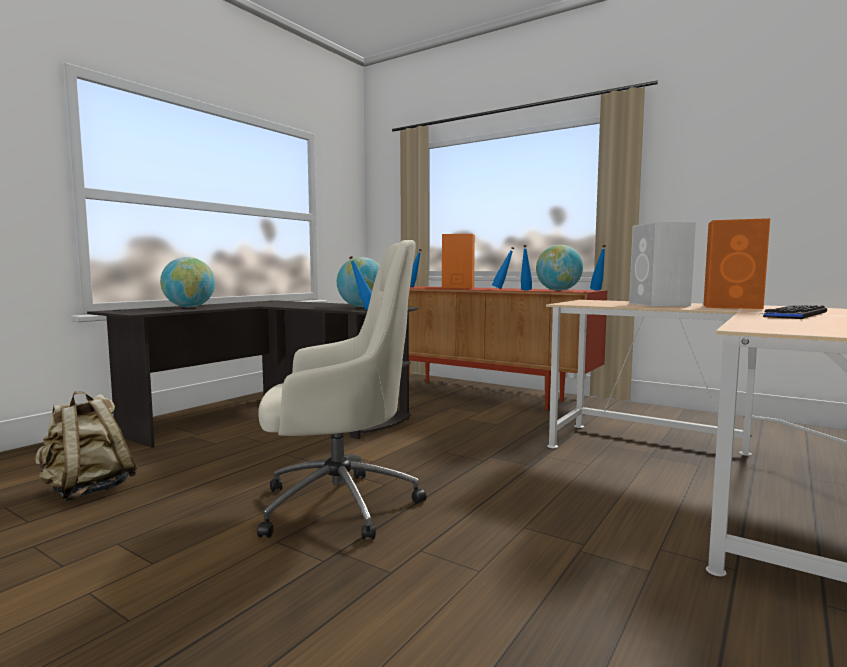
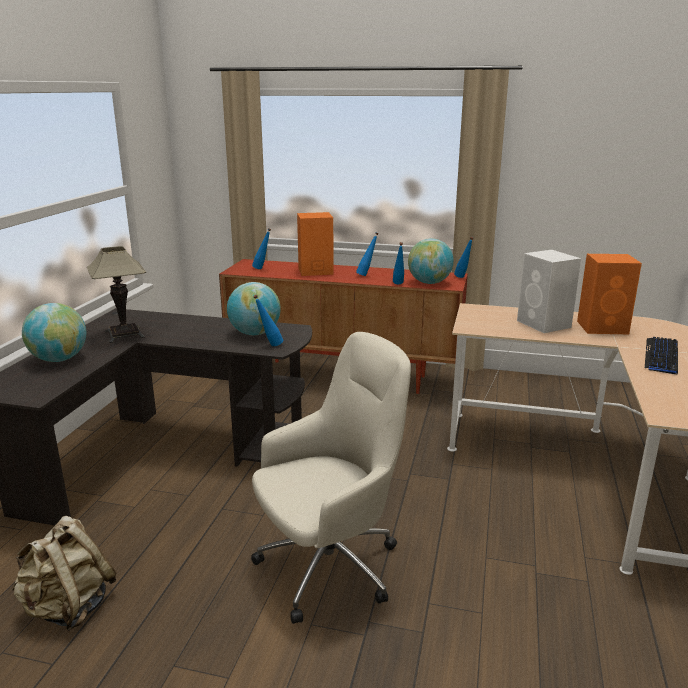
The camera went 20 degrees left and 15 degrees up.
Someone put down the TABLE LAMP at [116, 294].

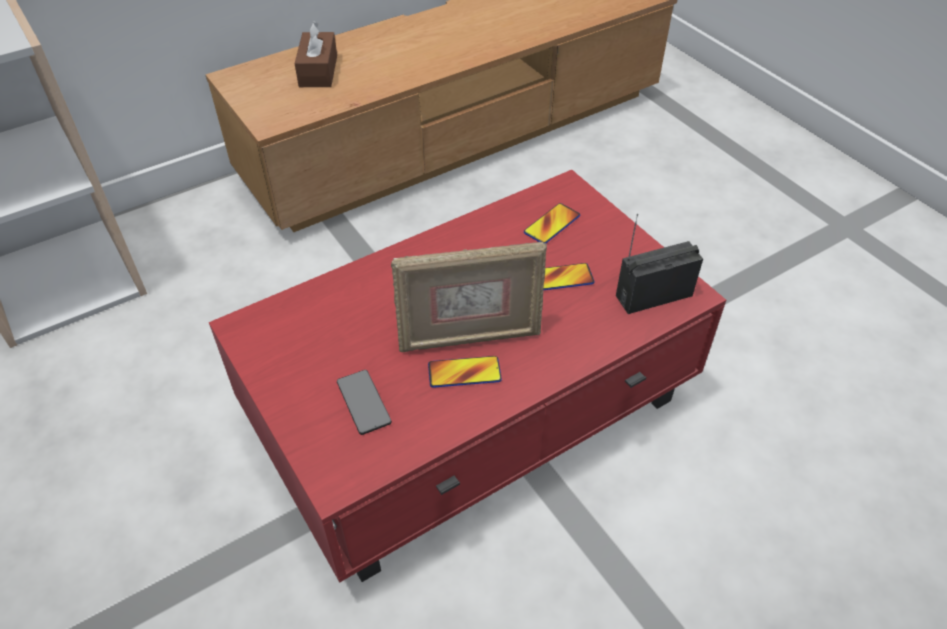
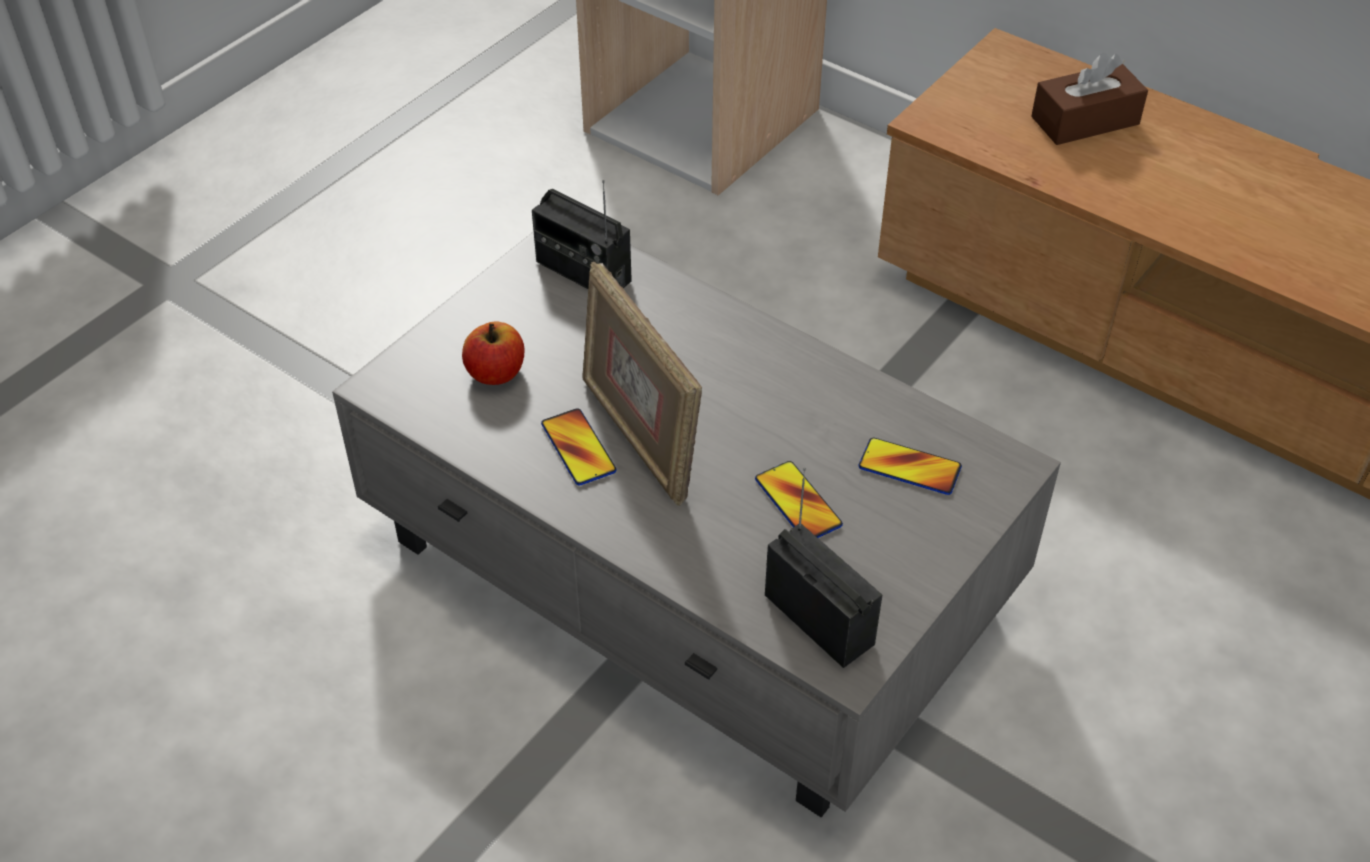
The camera went 70 degrees right and 0 degrees up.
Someone repainted the RED LOW TABLE at [467, 376], which became the GREYISH LOW TABLE at [696, 524].
Someone swapped the PHONE at [364, 402] for the APPLE at [493, 353].
Someone put down the RADIO SET at [582, 234].

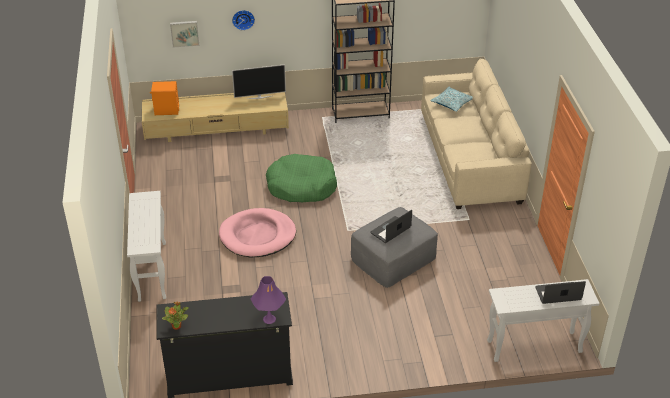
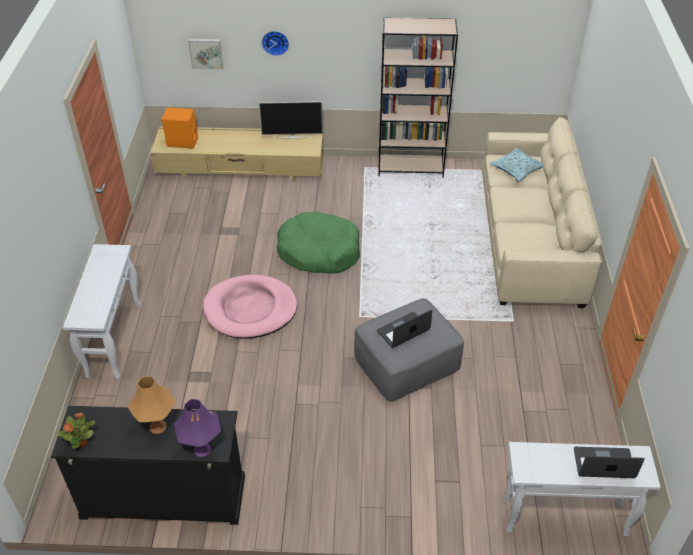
The camera went 10 degrees right and 5 degrees up.
Someone put down the ORANGE TABLE LAMP at [152, 405].

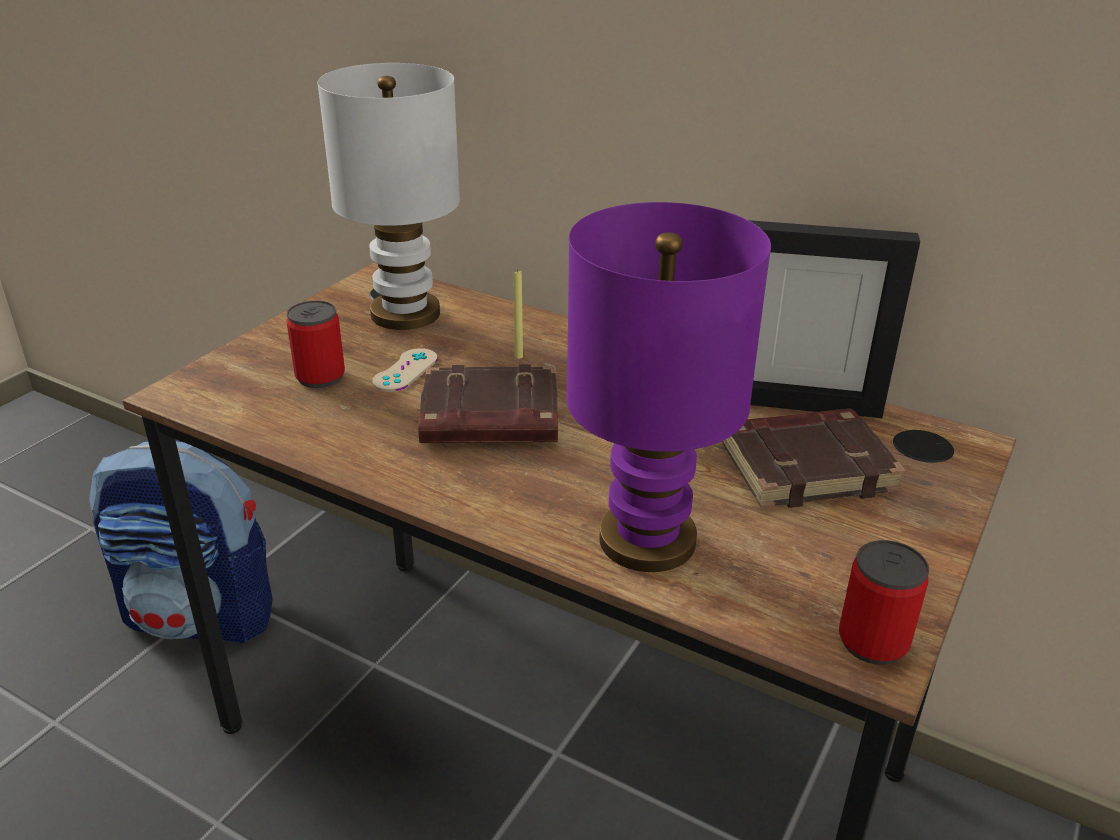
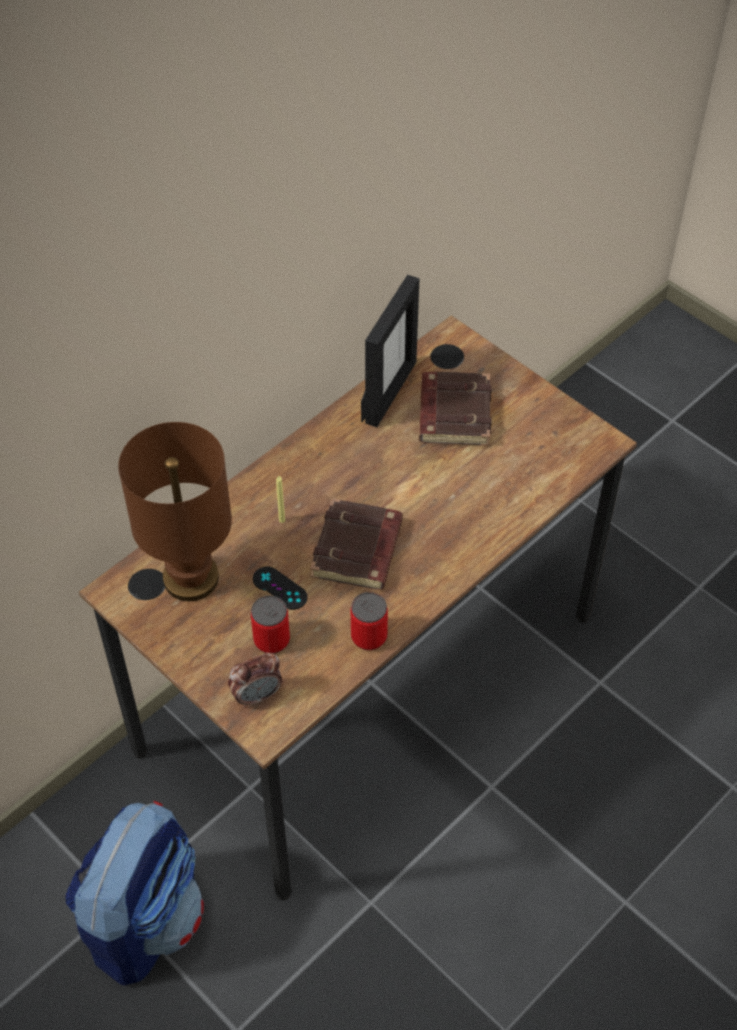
The camera went 75 degrees left and 20 degrees up.
Someone repainted the WHITISH TABLE LAMP at [388, 196], which became the BROWN TABLE LAMP at [175, 511].
Someone took away the PURPLISH TABLE LAMP at [668, 387].
Someone repainted the SAND-COLOURED JOYPAD at [405, 370], which became the BLACK JOYPAD at [280, 588].
Someone carried the CAN from [884, 602] to [369, 621].
Someone put down the ALARM CLOCK at [255, 680].

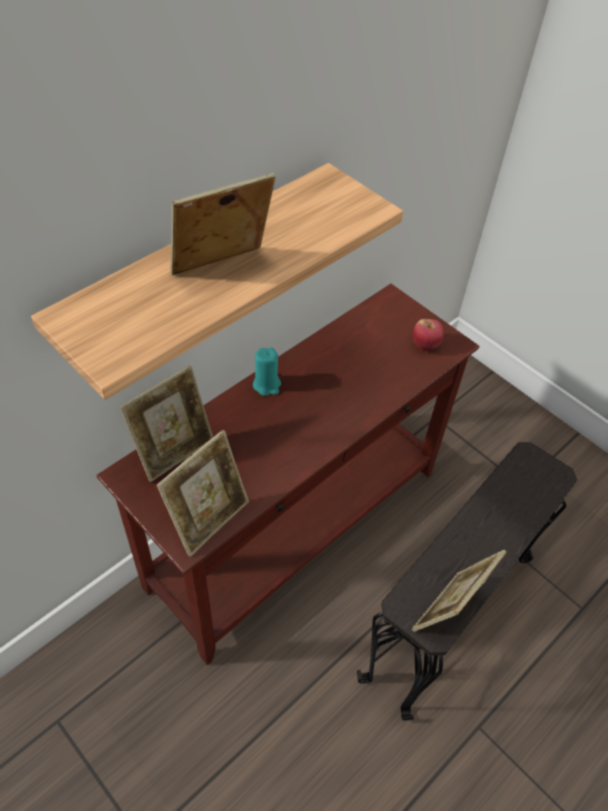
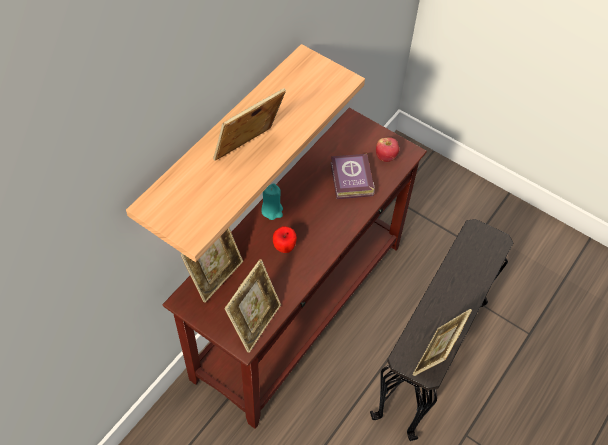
The camera went 10 degrees left and 5 degrees up.
Someone put down the BOUND BOOK at [352, 176].
Someone put down the APPLE at [285, 239].

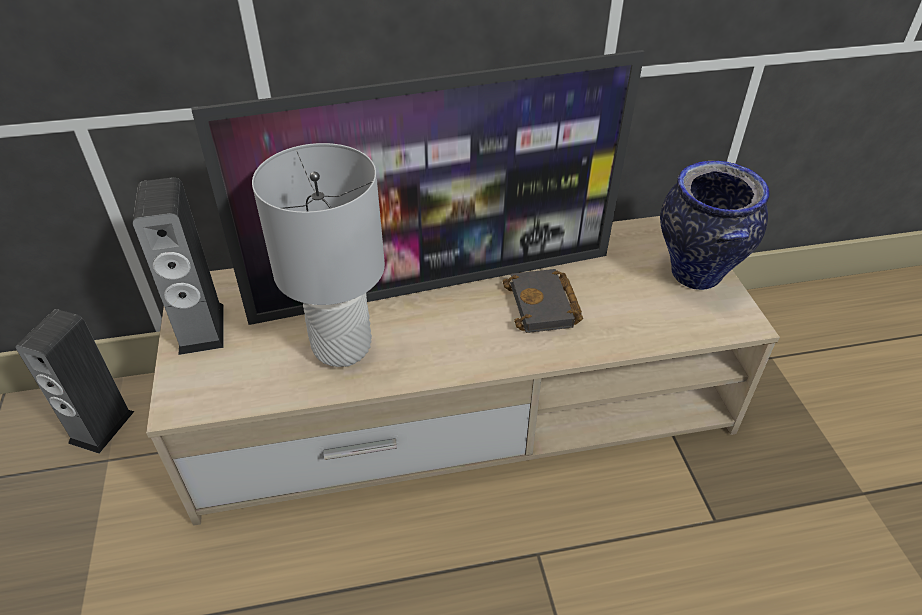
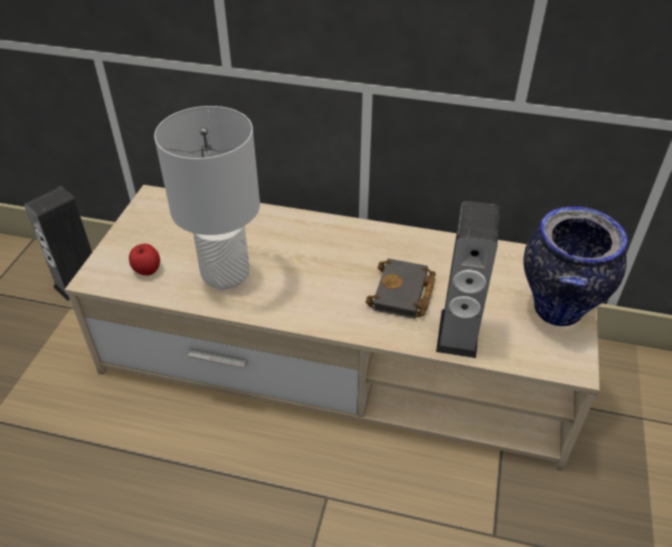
The camera went 25 degrees right and 0 degrees up.
Someone took away the TV at [418, 187].
Someone carried the LOUDSPEAKER from [178, 266] to [468, 279].
Someone put down the APPLE at [144, 260].

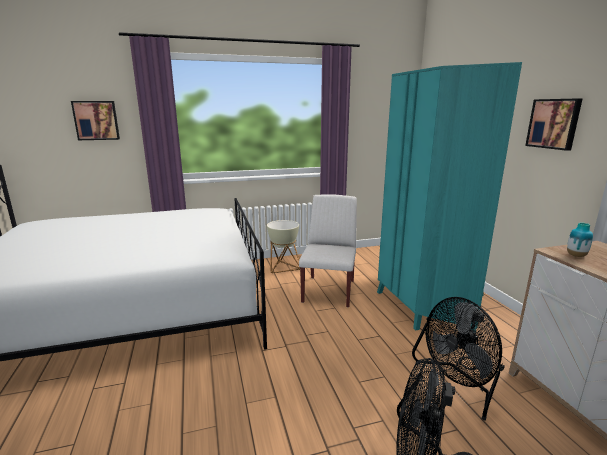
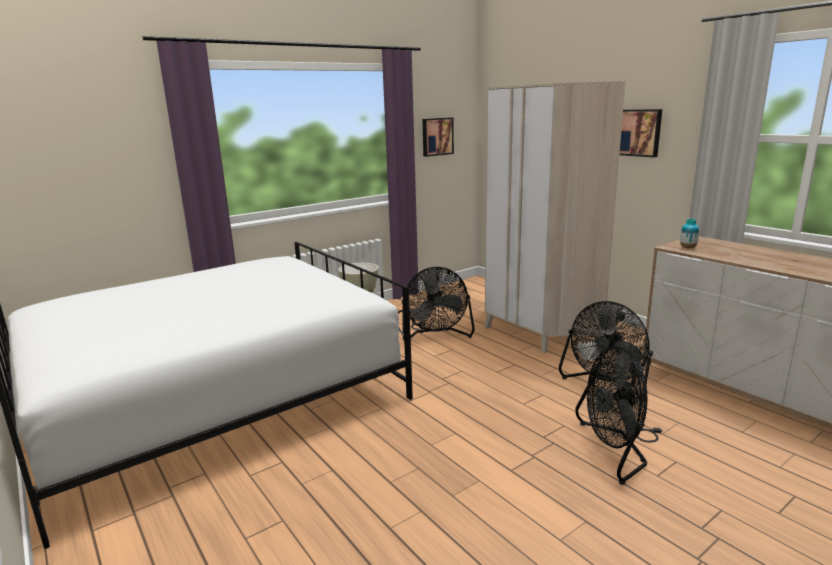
The camera went 20 degrees left and 0 degrees up.
Someone repainted the BLUE-GREEN CLOTHES CUPBOARD at [449, 198], which became the SAND-COLOURED CLOTHES CUPBOARD at [555, 217].
Someone carried the PICTURE from [95, 120] to [438, 137].
Someone swapped the WHITISH UPRIGHT CHAIR at [328, 251] for the BLACK ELECTRIC FAN at [438, 303].

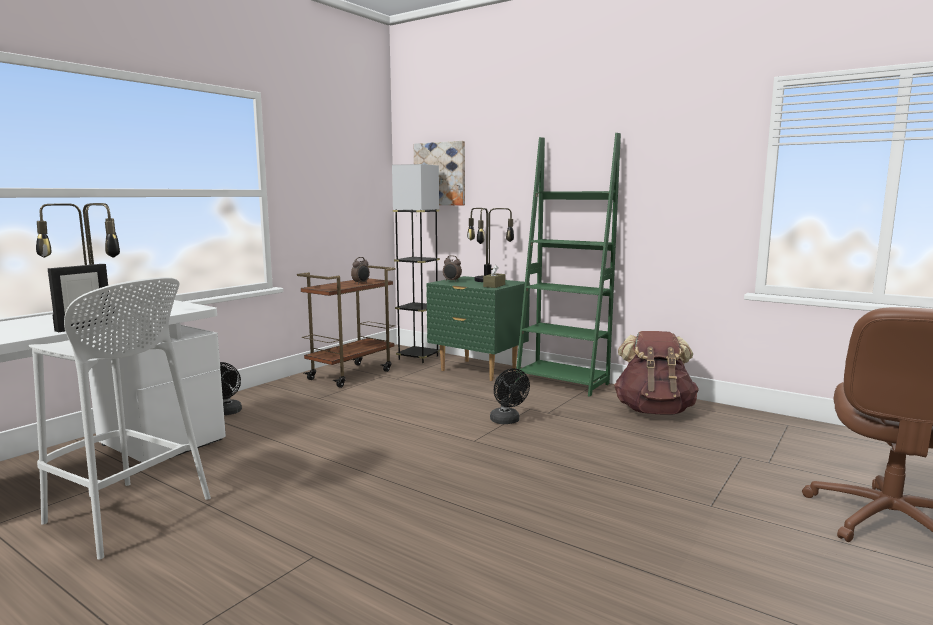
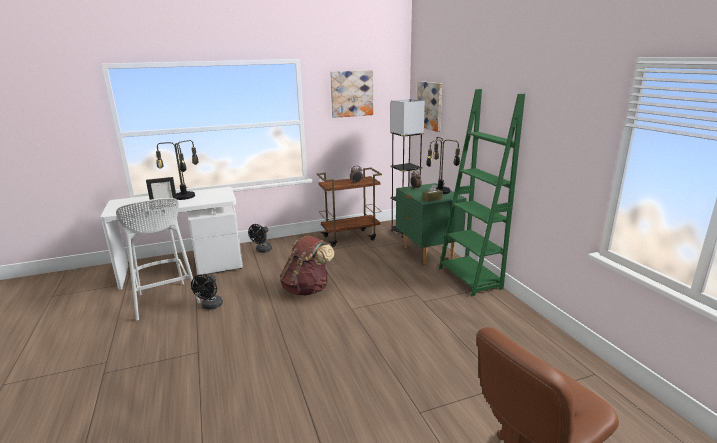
The camera went 35 degrees right and 10 degrees up.
Someone carried the BROWN RUCKSACK from [656, 372] to [307, 265].
Someone carried the BLACK ELECTRIC FAN from [510, 396] to [207, 292].
Someone put up the PICTURE at [351, 94].

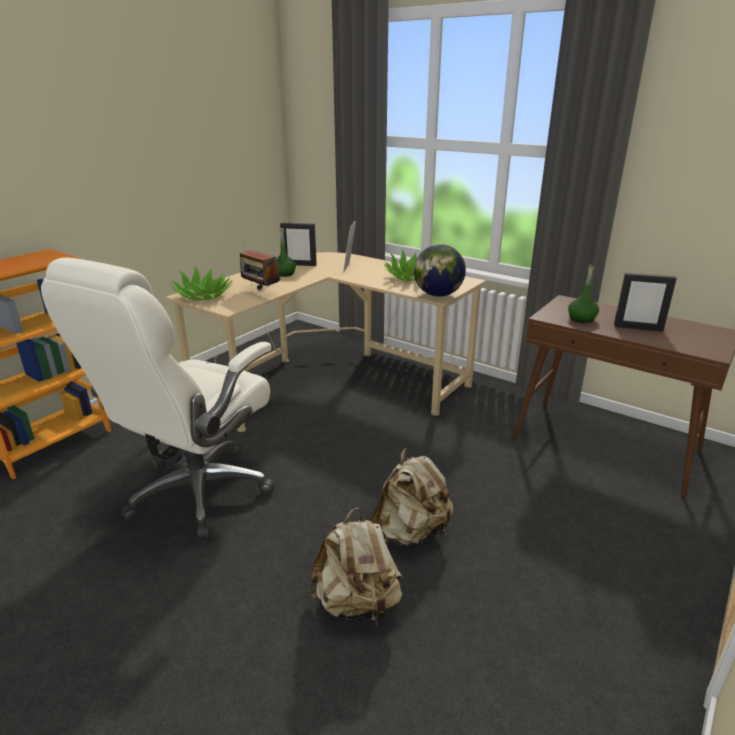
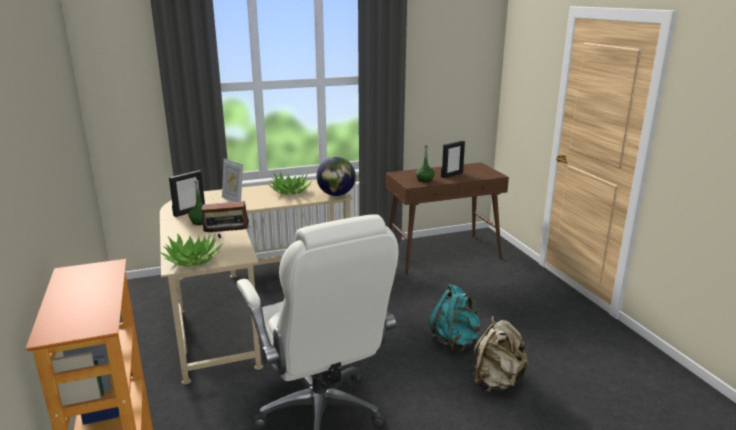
The camera went 55 degrees left and 5 degrees down.
Someone repainted the SAND-COLOURED RUCKSACK at [412, 497], which became the BLUE-GREEN RUCKSACK at [455, 318].

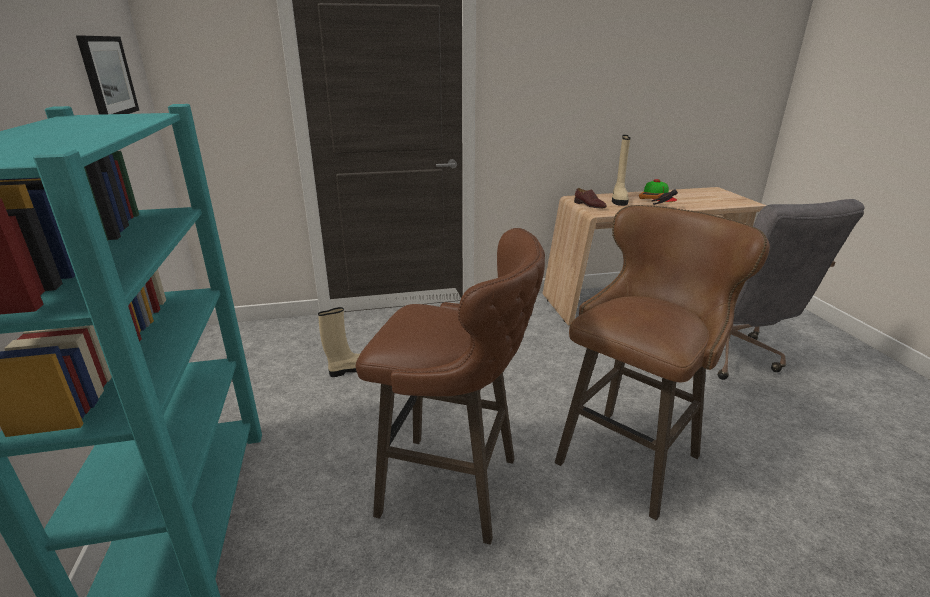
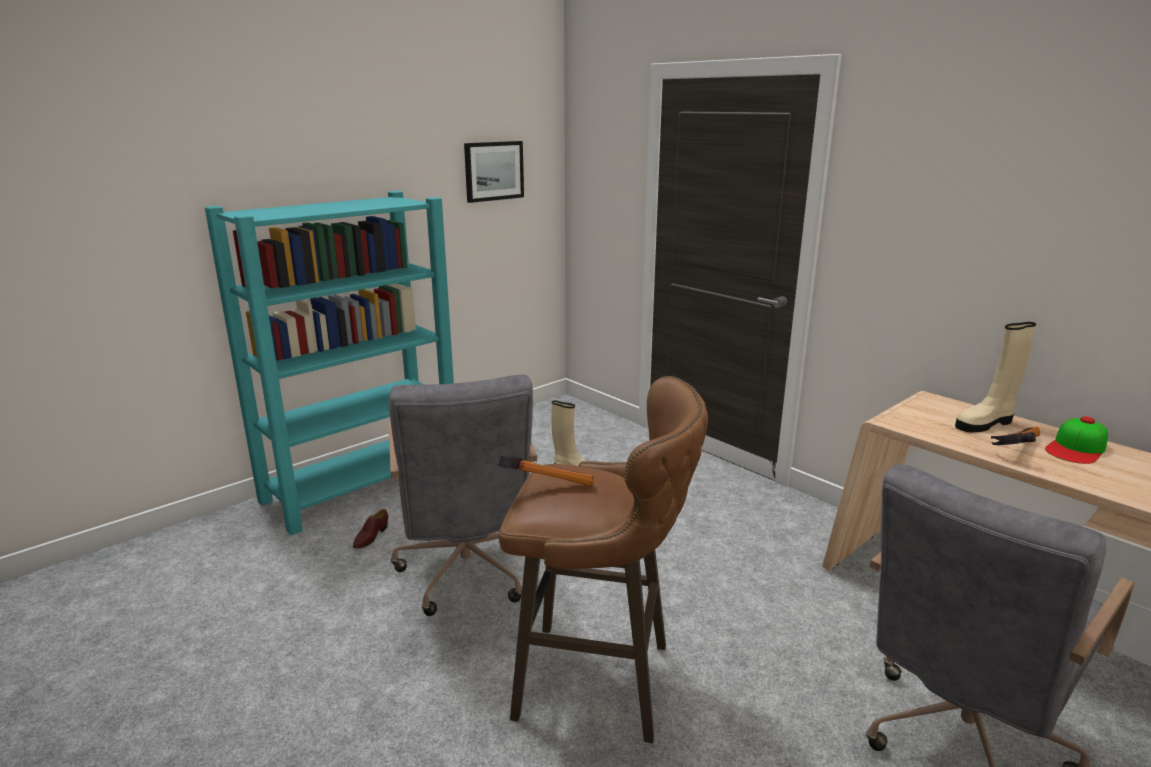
The camera went 60 degrees right and 5 degrees down.
Someone carried the BROWN SHOE from [590, 198] to [370, 529].
Someone swapped the BROWN STOOL at [450, 386] for the GREYISH OFFICE CHAIR at [462, 495].
Someone put down the HAND HAMMER at [546, 471].

